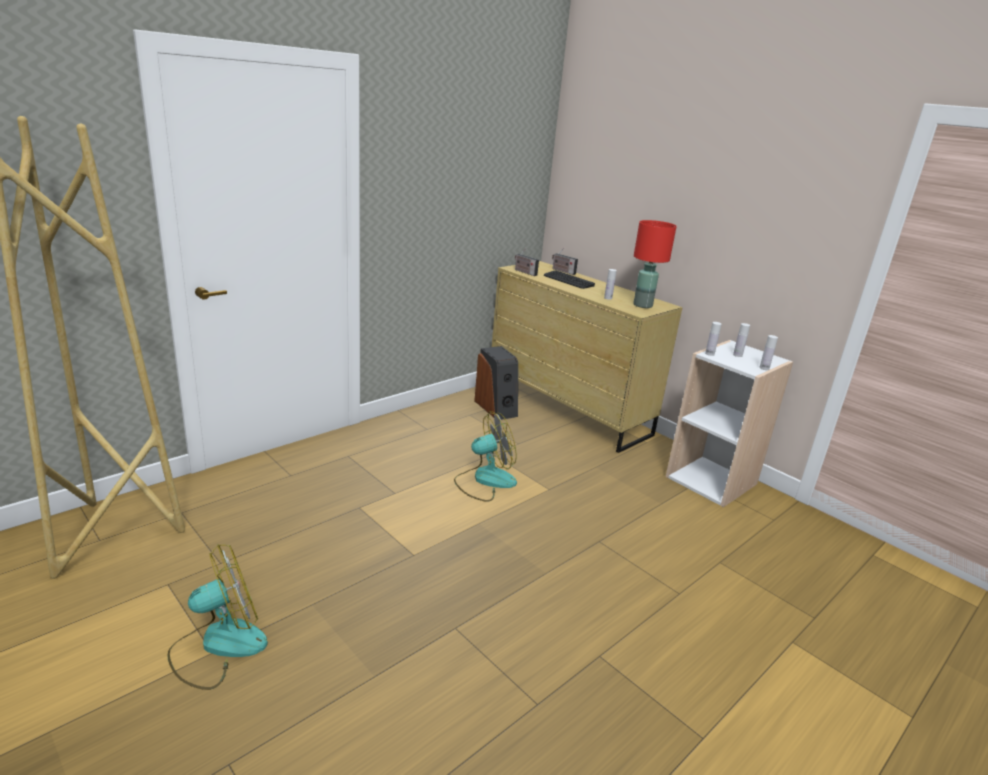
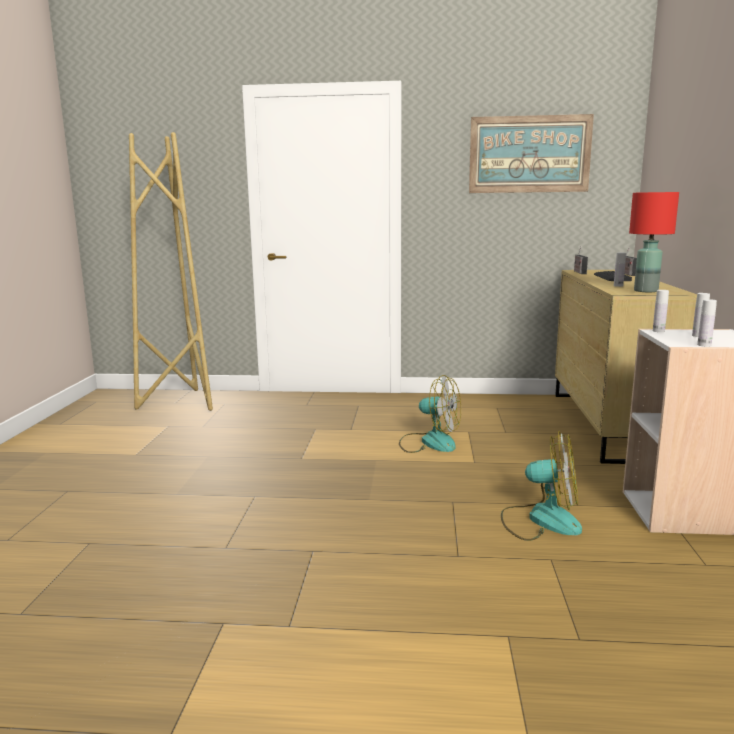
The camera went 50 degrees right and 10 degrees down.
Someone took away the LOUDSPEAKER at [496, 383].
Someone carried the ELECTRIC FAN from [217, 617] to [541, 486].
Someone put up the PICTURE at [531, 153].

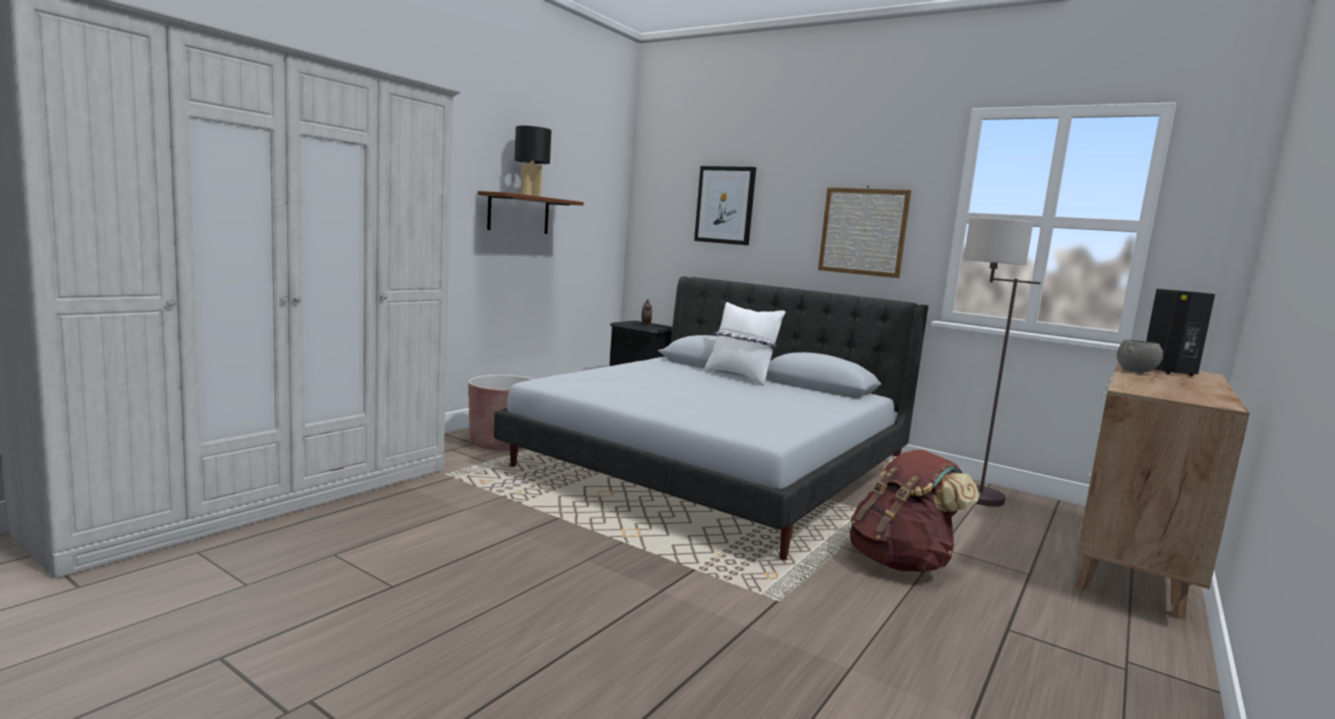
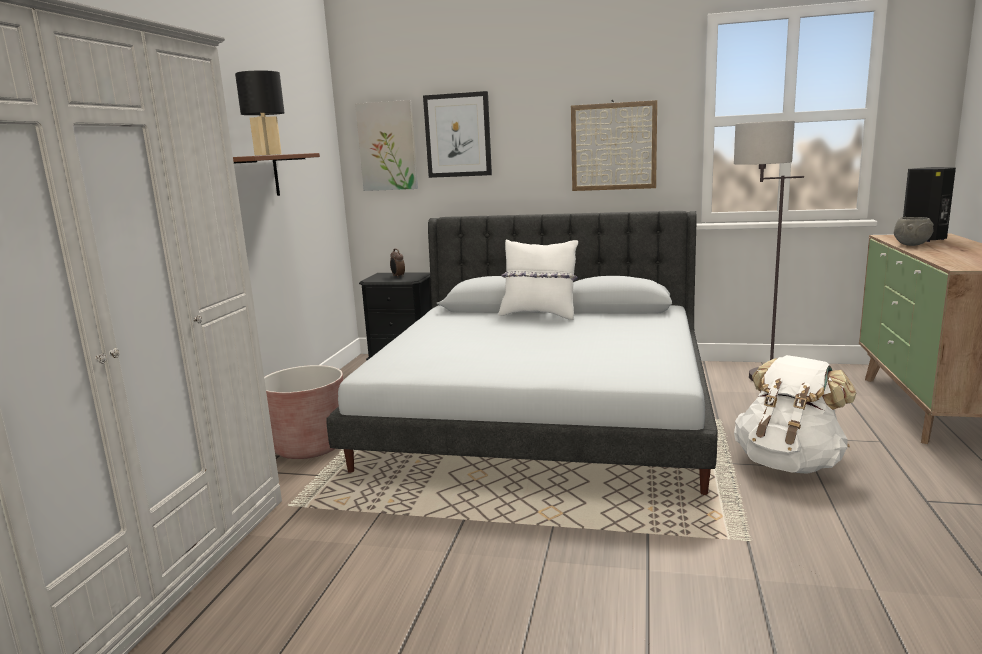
The camera went 20 degrees left and 5 degrees up.
Someone repainted the BROWN RUCKSACK at [914, 511], which became the WHITISH RUCKSACK at [795, 414].
Someone put up the PICTURE at [386, 145].

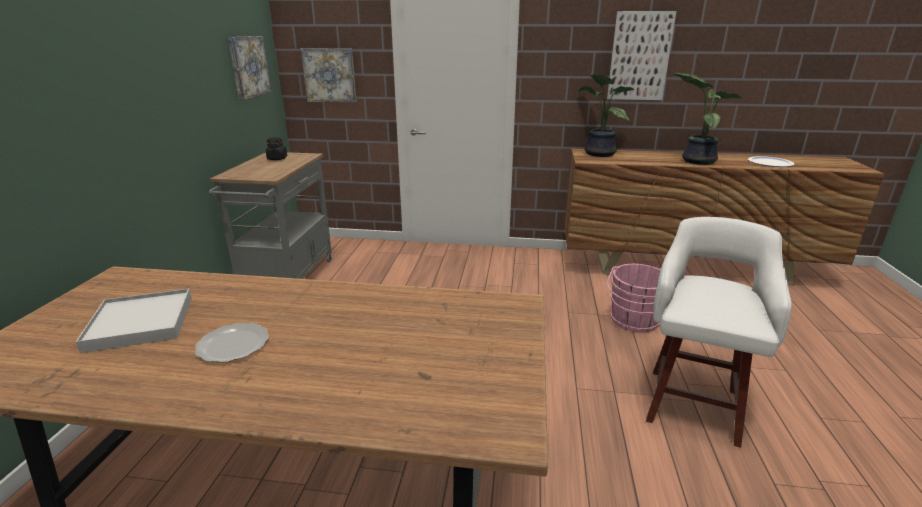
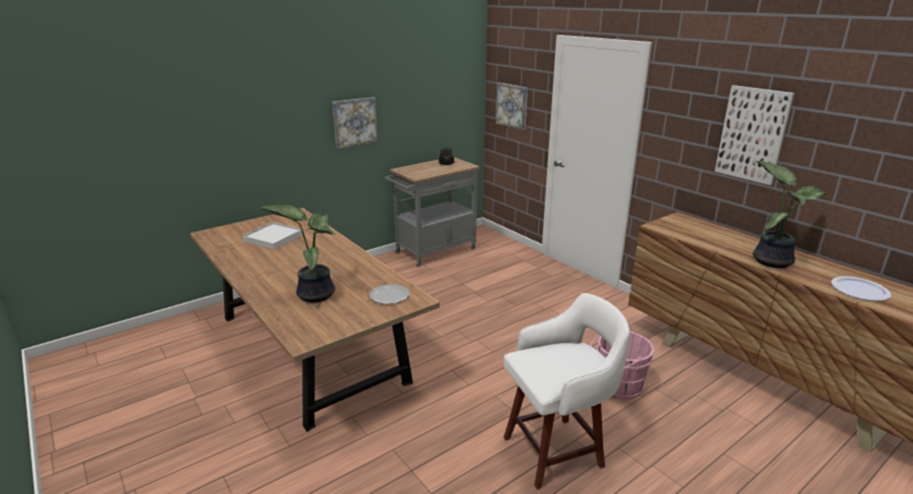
The camera went 45 degrees right and 0 degrees up.
Someone carried the PICTURE from [249, 68] to [355, 123].
Someone carried the HOUSEPLANT from [606, 115] to [297, 253].
Someone carried the PLATE from [232, 343] to [390, 294].

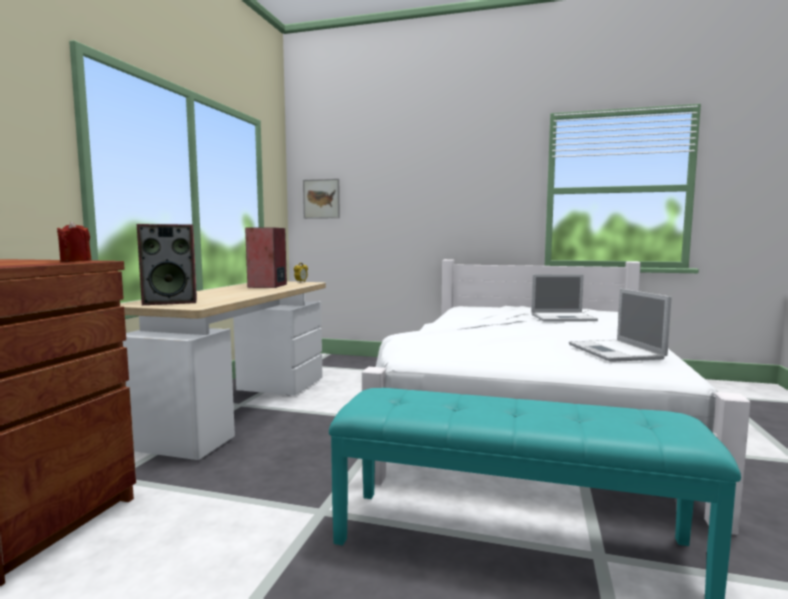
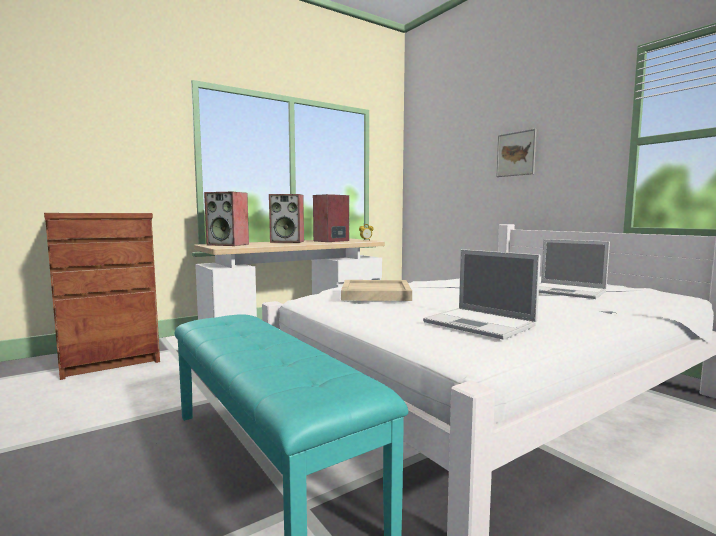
The camera went 40 degrees right and 0 degrees up.
Someone carried the PICTURE from [321, 199] to [517, 153].
Someone took away the RED CANDLE at [74, 241].
Someone rotated the PORTABLE COMPUTER at [620, 325] by 75 degrees counterclockwise.
Someone put down the LOUDSPEAKER at [286, 218].
Someone put down the SAND-COLOURED TRAY at [376, 290].

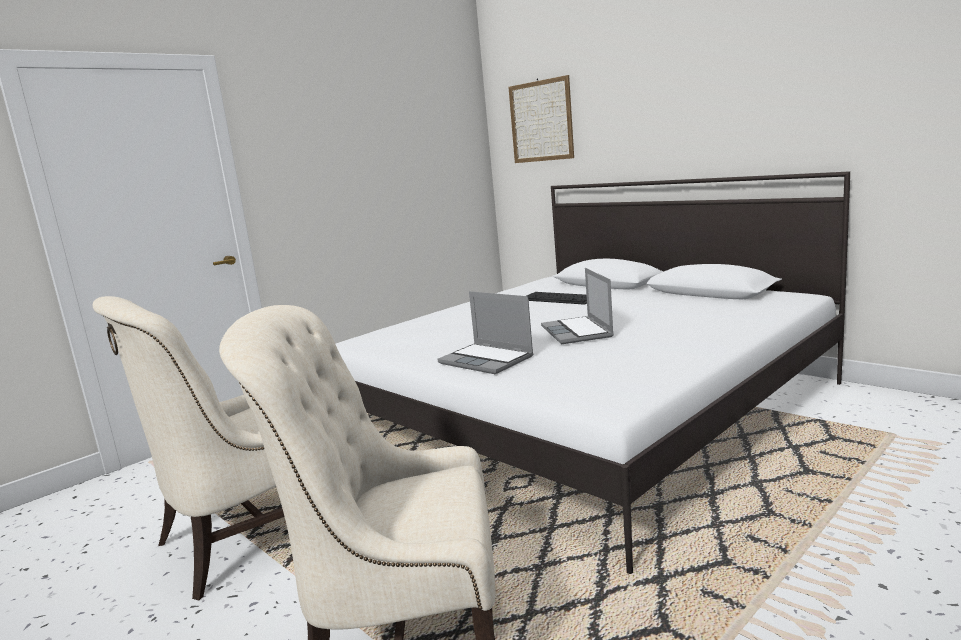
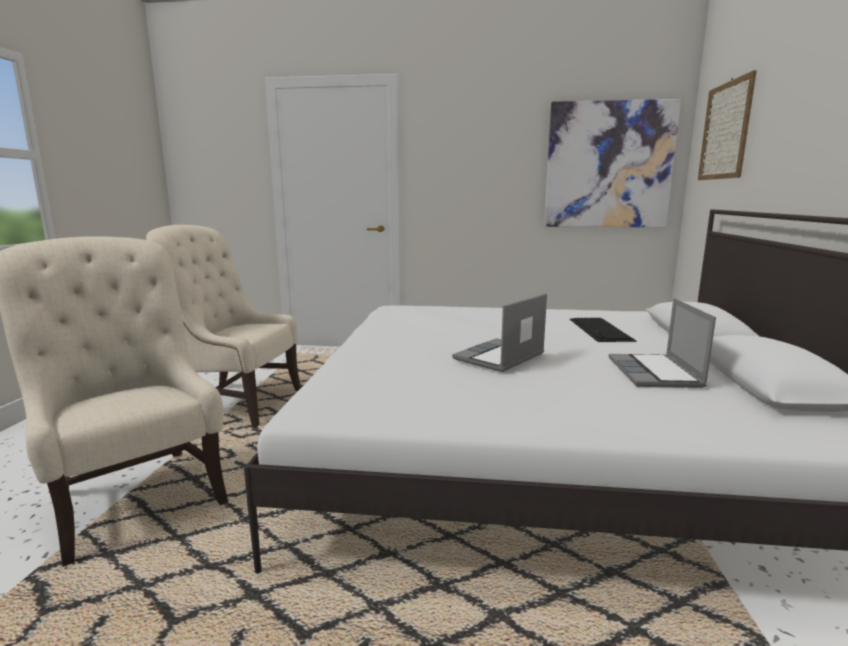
The camera went 50 degrees right and 0 degrees up.
Someone carried the PORTABLE COMPUTER from [486, 332] to [662, 343].
Someone put up the PICTURE at [612, 163].

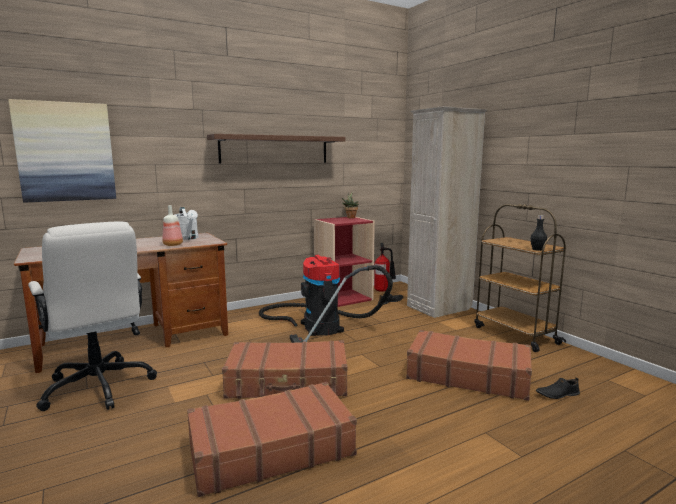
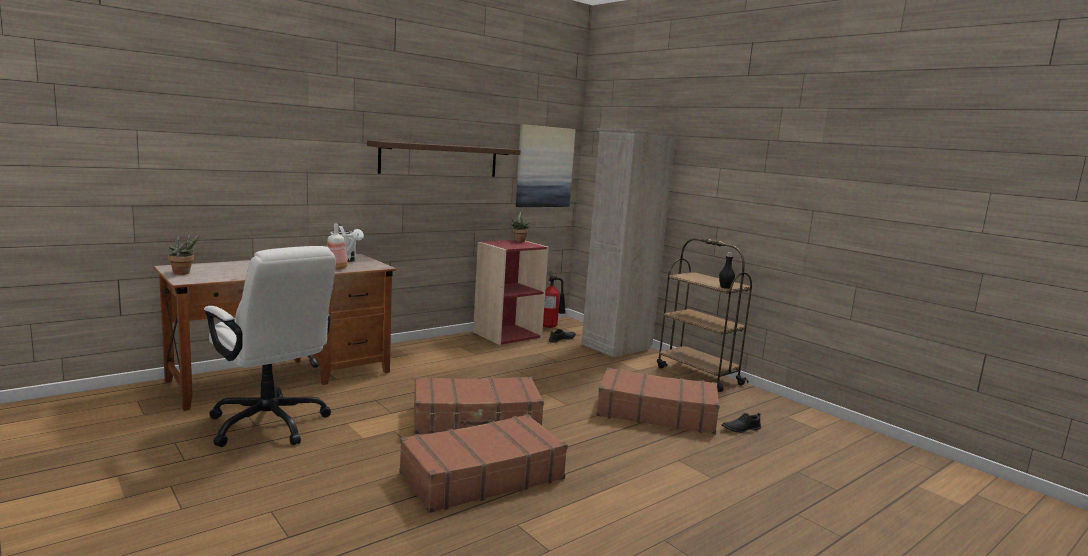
The camera went 10 degrees left and 0 degrees up.
Someone carried the PICTURE from [62, 151] to [546, 165].
Someone took away the VACUUM CLEANER at [326, 299].
Someone put down the HOUSEPLANT at [184, 253].

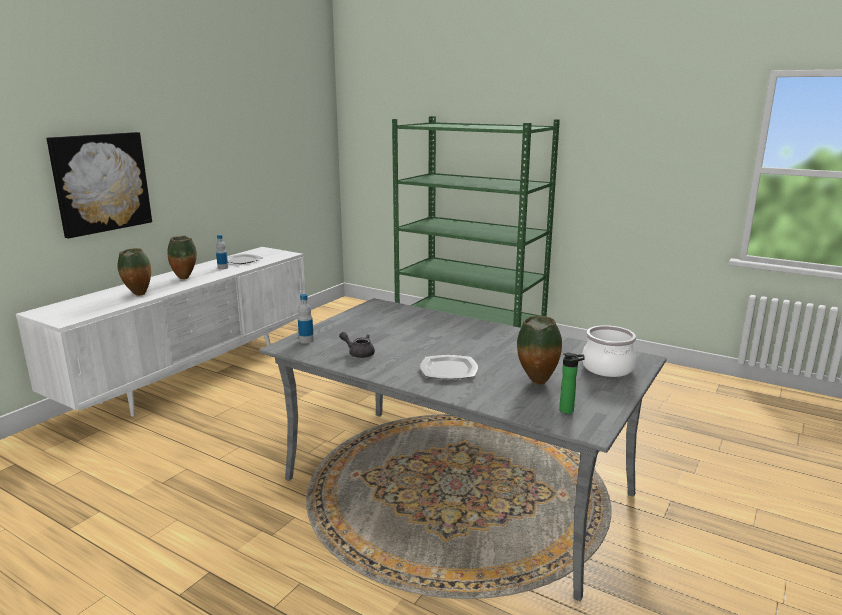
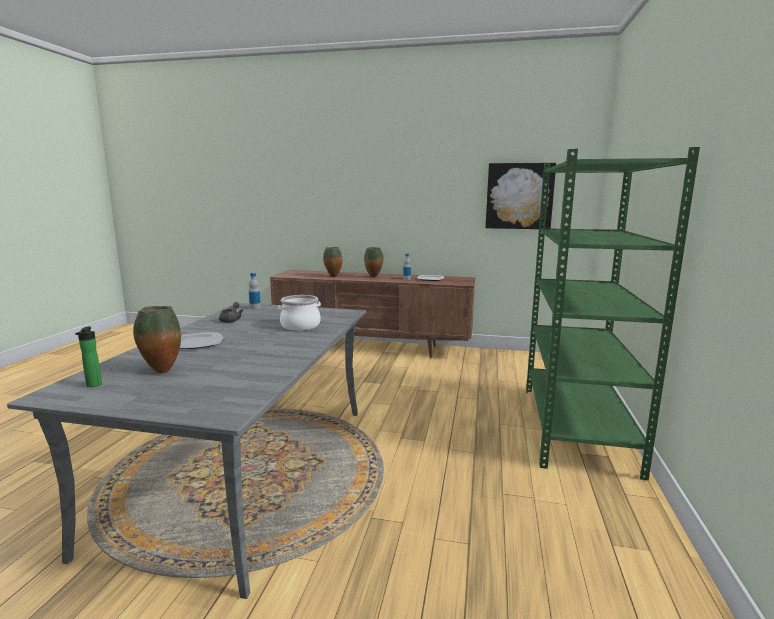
The camera went 70 degrees right and 5 degrees down.
Someone carried the PICTURE from [99, 185] to [520, 196].
Someone repainted the WHITISH CABINET at [161, 332], which became the BROWN CABINET at [372, 314].
Someone carried the STOCKPOT from [609, 351] to [299, 313].

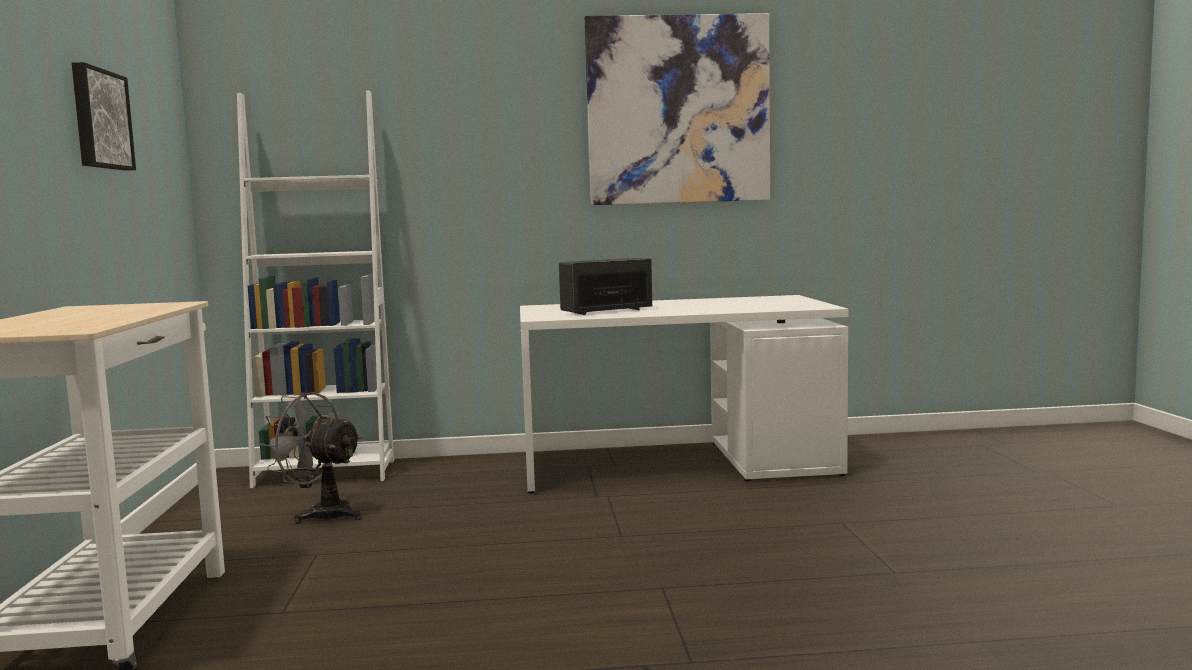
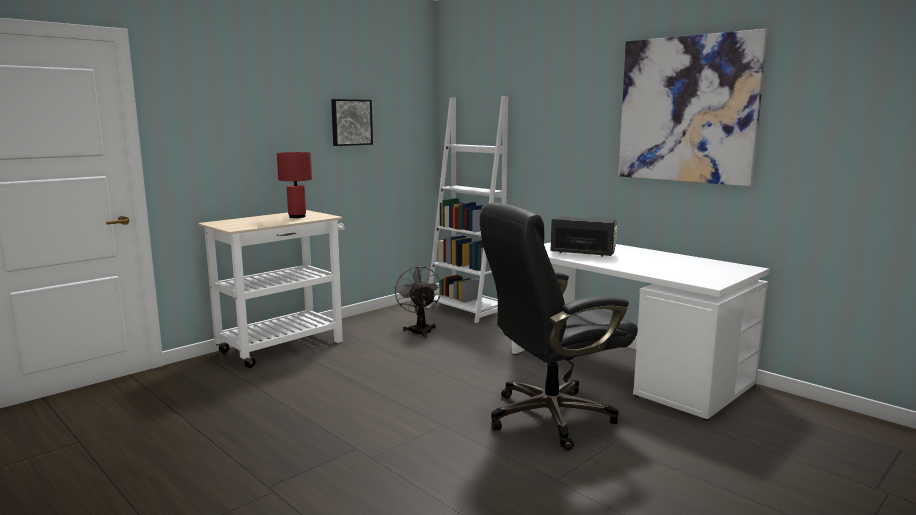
The camera went 50 degrees right and 5 degrees up.
Someone put down the RED TABLE LAMP at [294, 185].
Someone put down the BLACK OFFICE CHAIR at [559, 326].

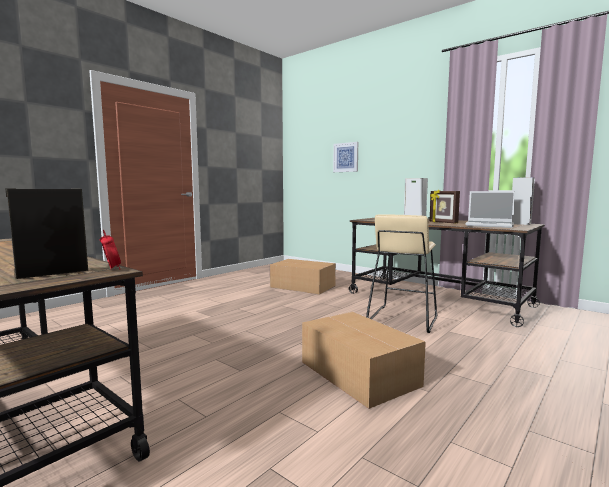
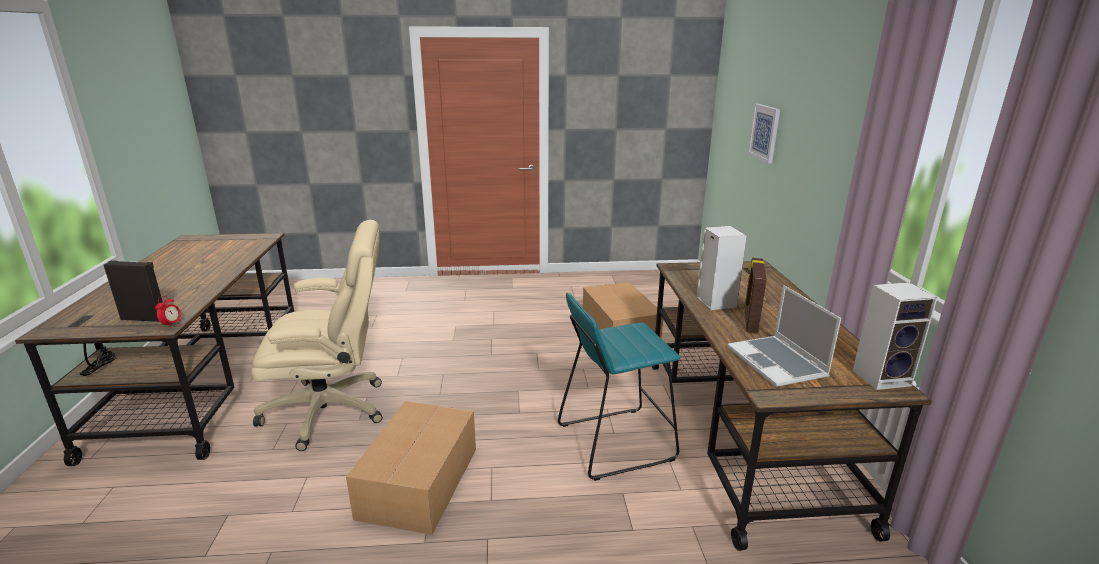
The camera went 45 degrees right and 15 degrees up.
Someone repainted the SAND-COLOURED STOOL at [401, 273], which became the BLUE-GREEN STOOL at [619, 387].
Someone put down the SAND-COLOURED OFFICE CHAIR at [316, 335].

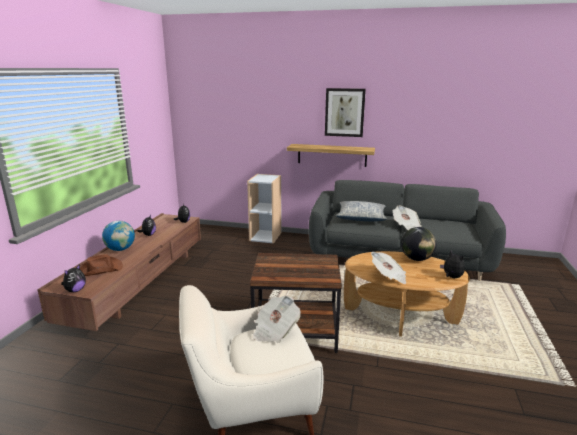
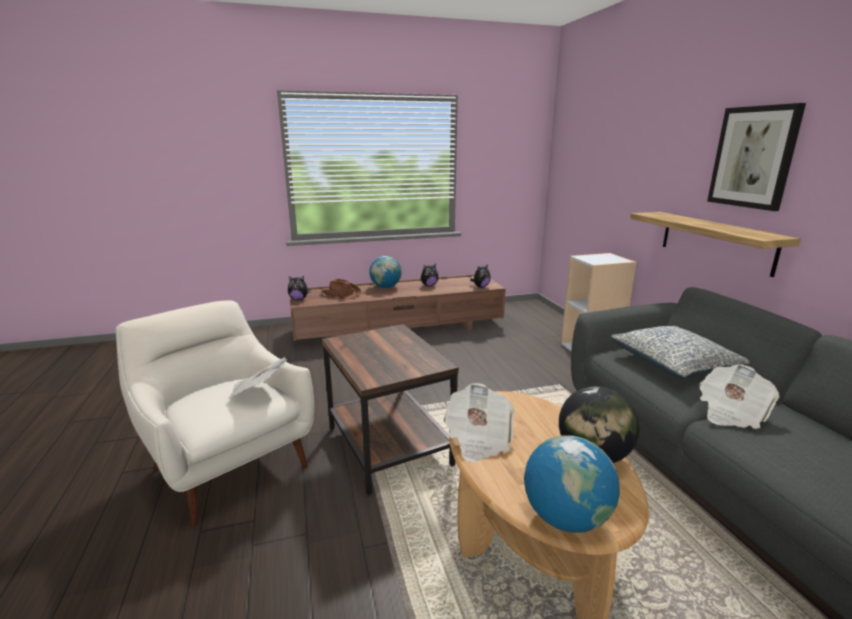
The camera went 60 degrees right and 0 degrees up.
Someone swapped the PLUSH TOY at [452, 264] for the GLOBE at [572, 484].

